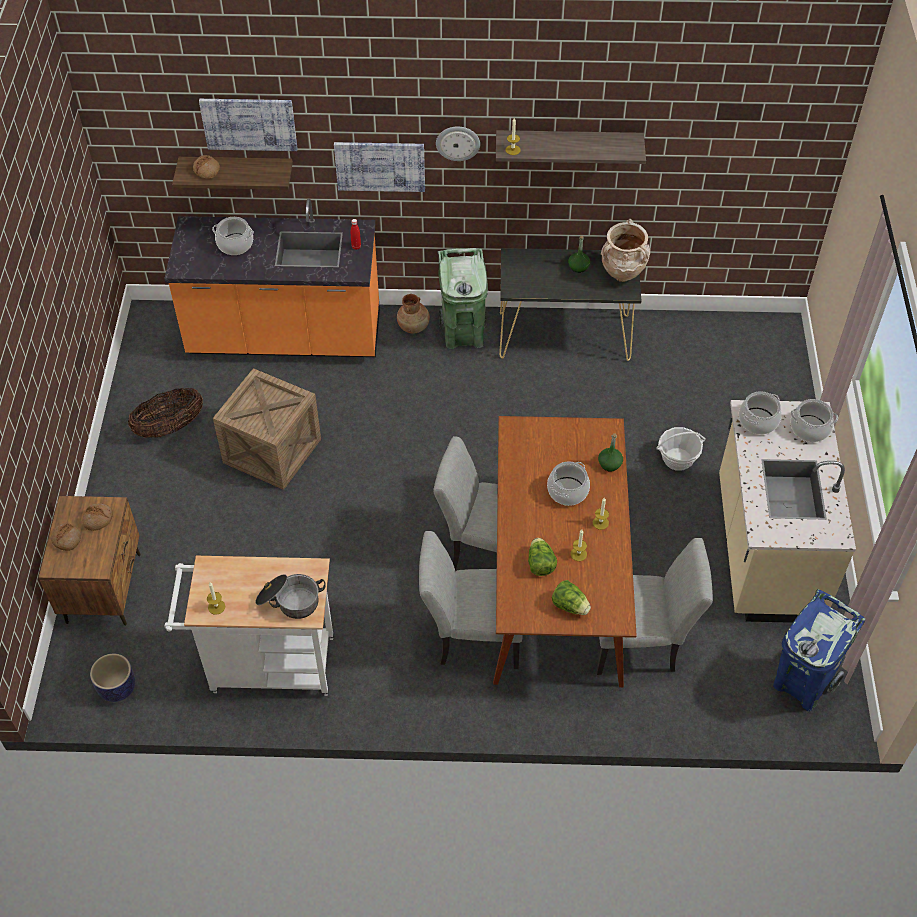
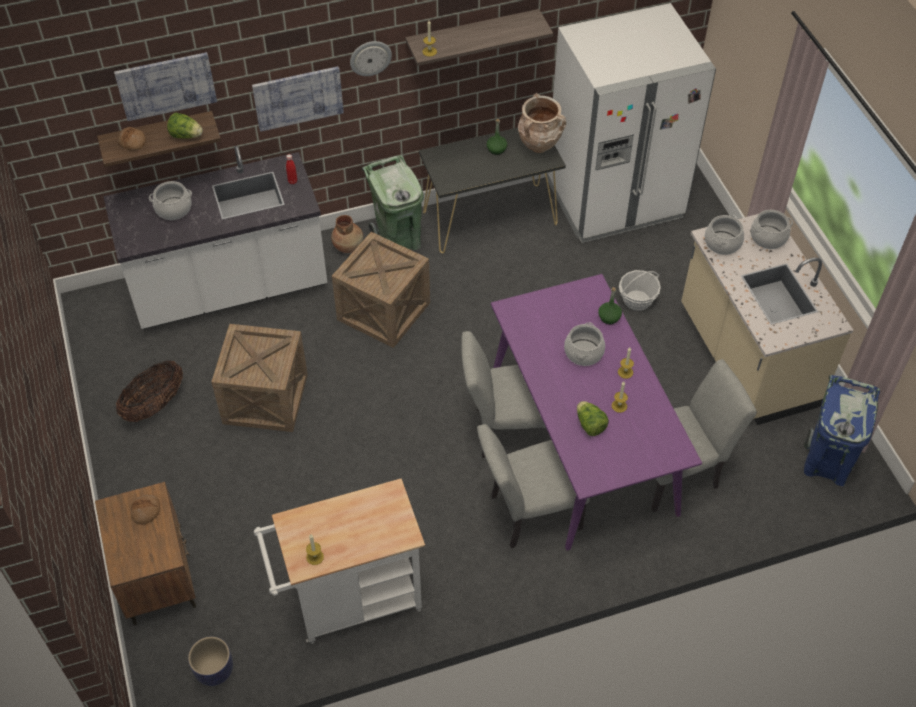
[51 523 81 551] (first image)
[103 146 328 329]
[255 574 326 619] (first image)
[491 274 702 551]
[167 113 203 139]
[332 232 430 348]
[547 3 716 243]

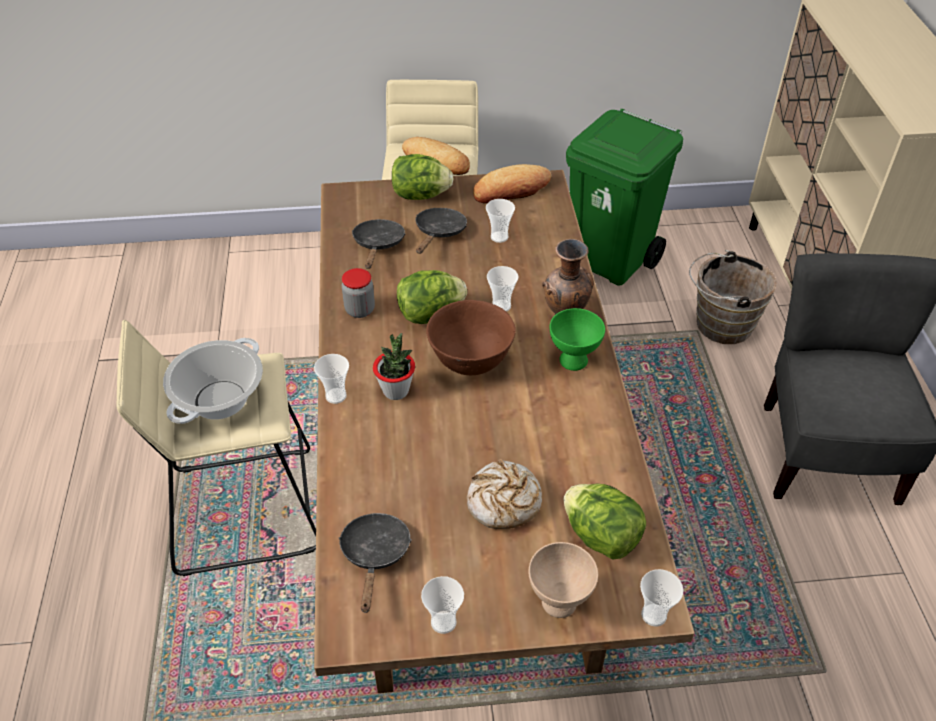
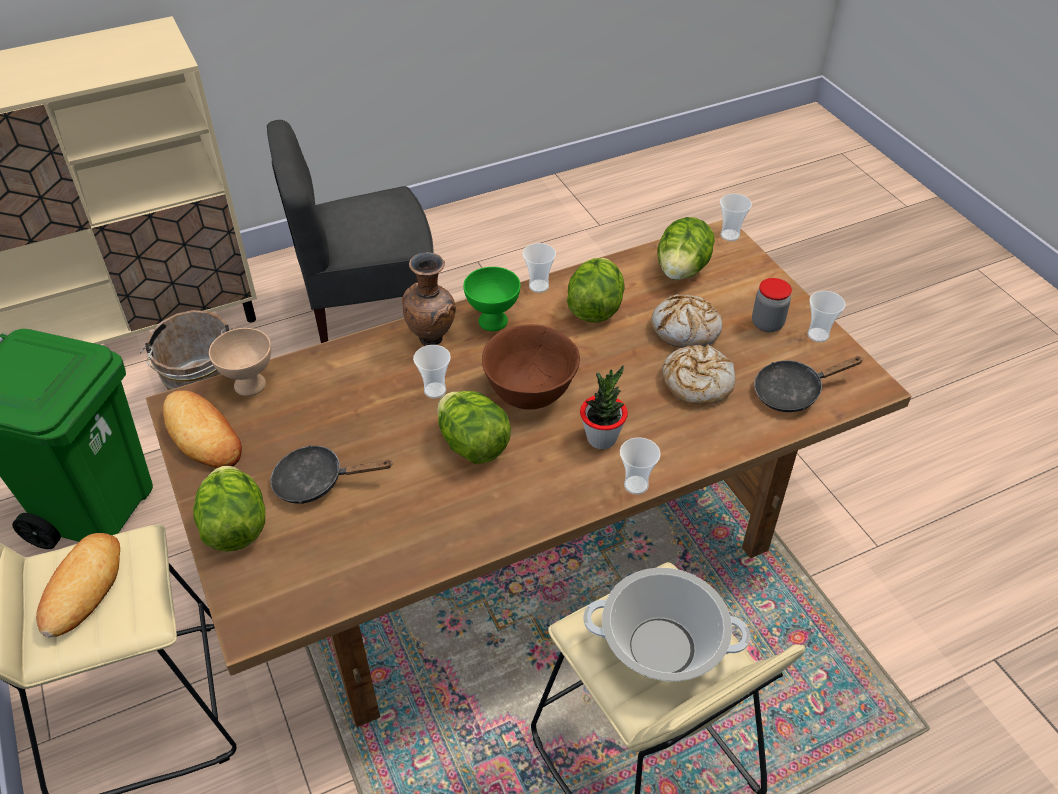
[752 278 792 332]
[352 219 406 269] (first image)
[523 243 556 293]
[209 328 271 396]
[567 258 625 322]
[662 344 736 404]

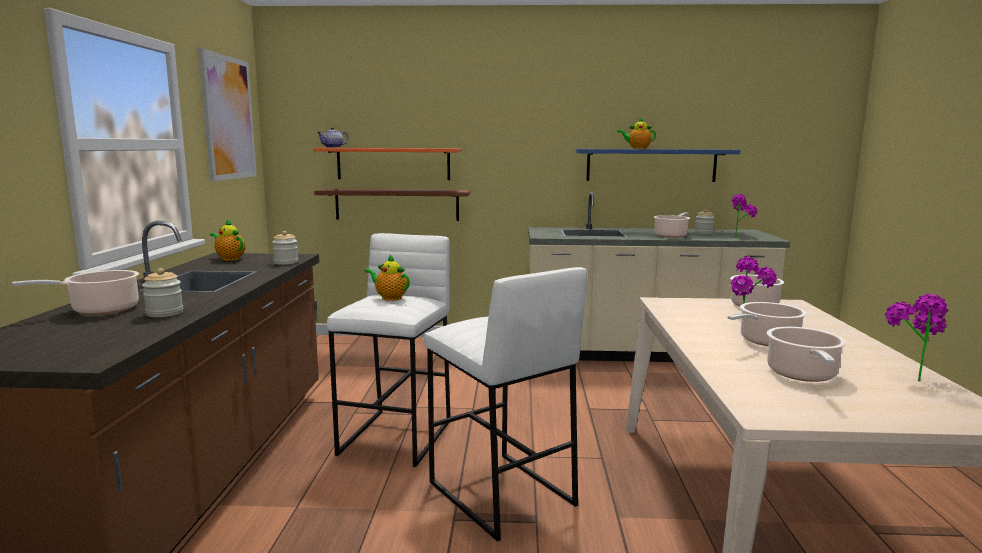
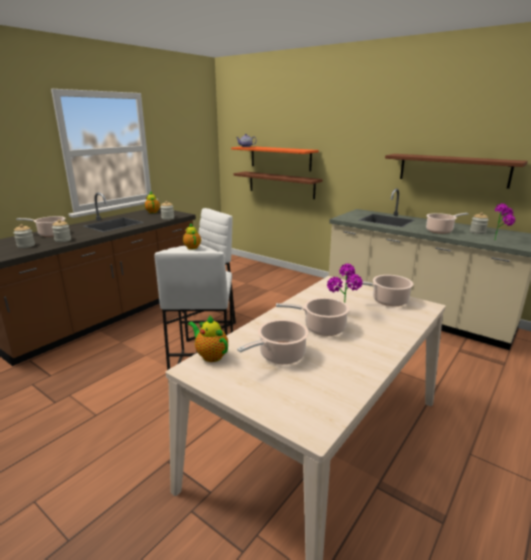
[198 48 257 181] (first image)
[385 154 528 189]
[188 315 228 362]
[885 294 948 381] (first image)
[13 224 35 248]

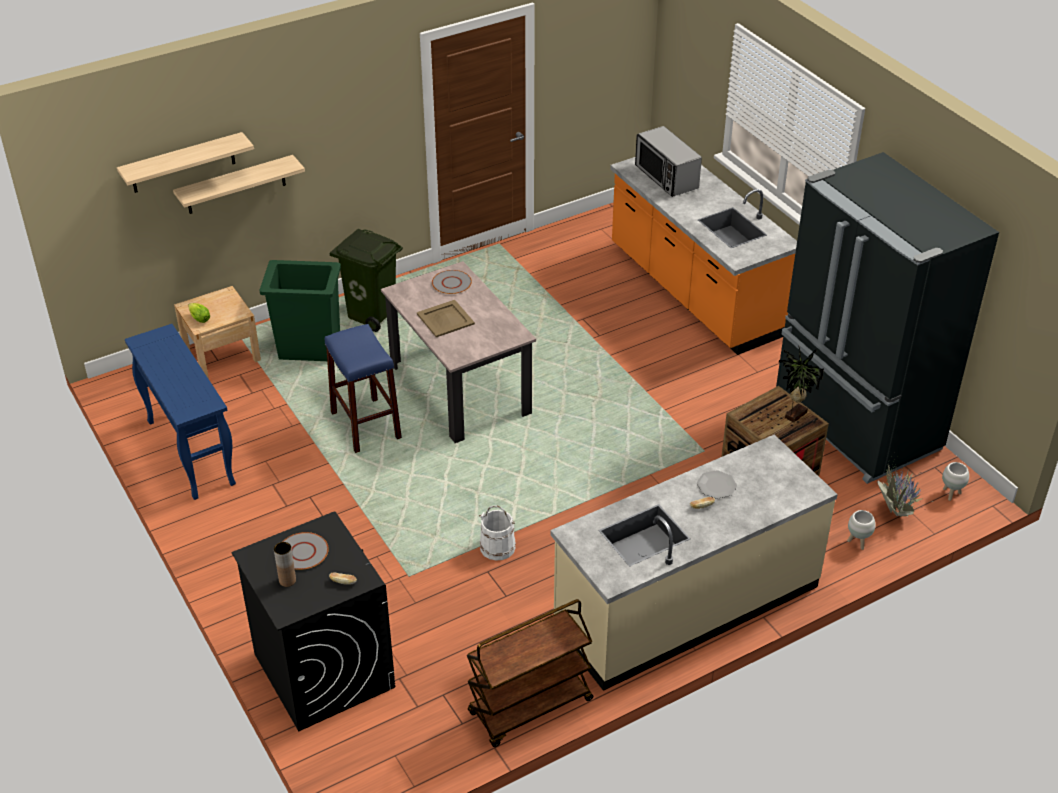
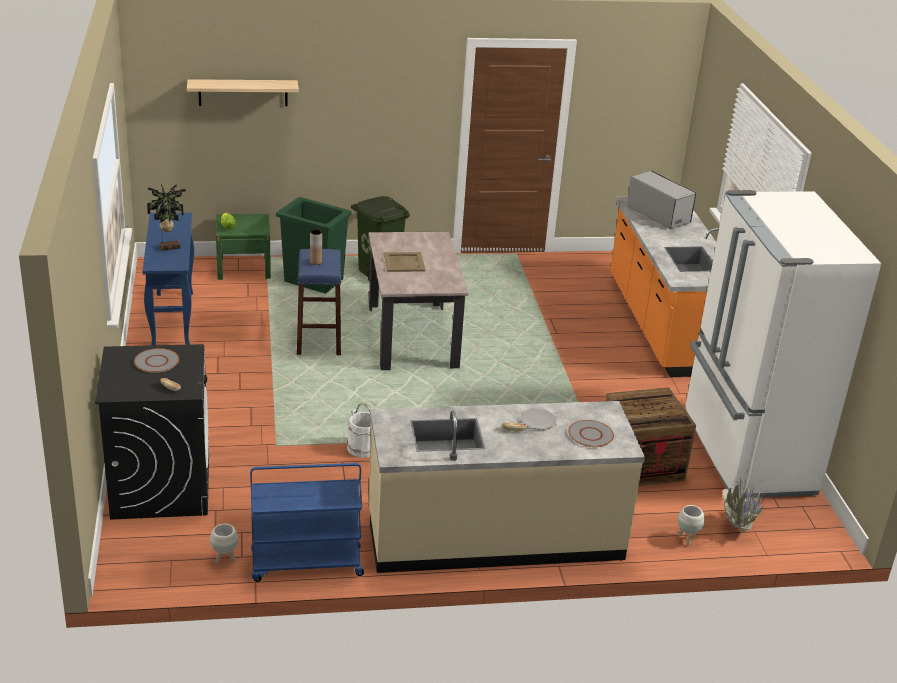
[173 155 305 214] (first image)
[216 214 271 280]
[310 229 322 265]
[568 420 614 447]
[250 463 364 582]
[627 171 696 229]
[685 190 882 498]
[147 184 186 251]
[210 524 238 565]

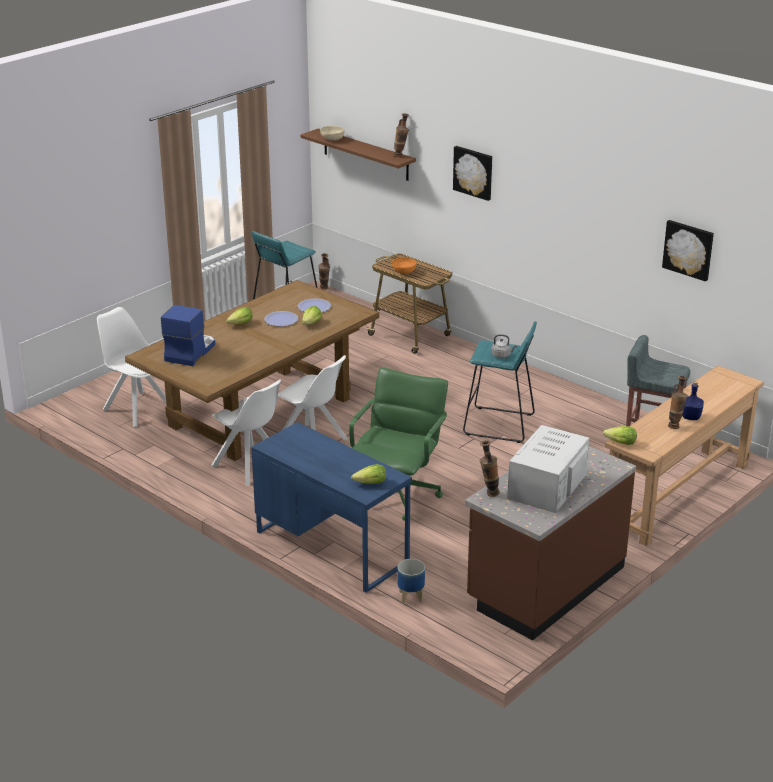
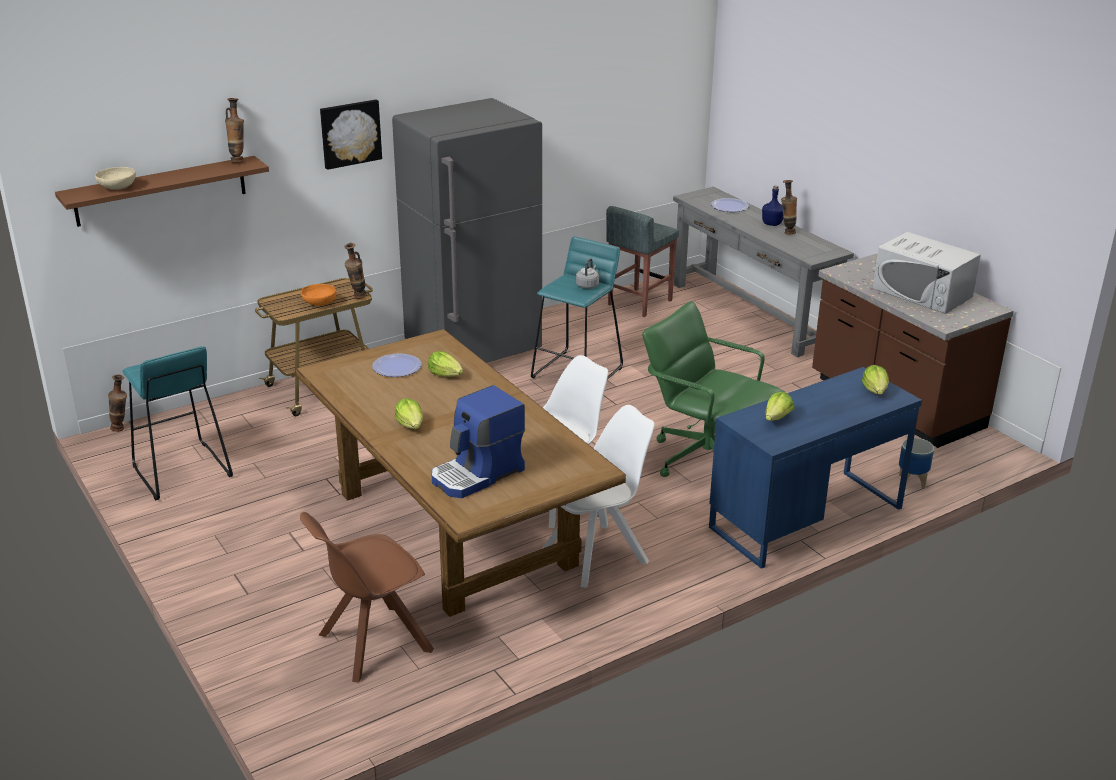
[300 512 434 682]
[432 385 525 498]
[711 198 749 212]
[344 243 367 299]
[766 392 795 421]
[673 187 854 357]
[662 220 714 281] (first image)
[392 98 542 363]

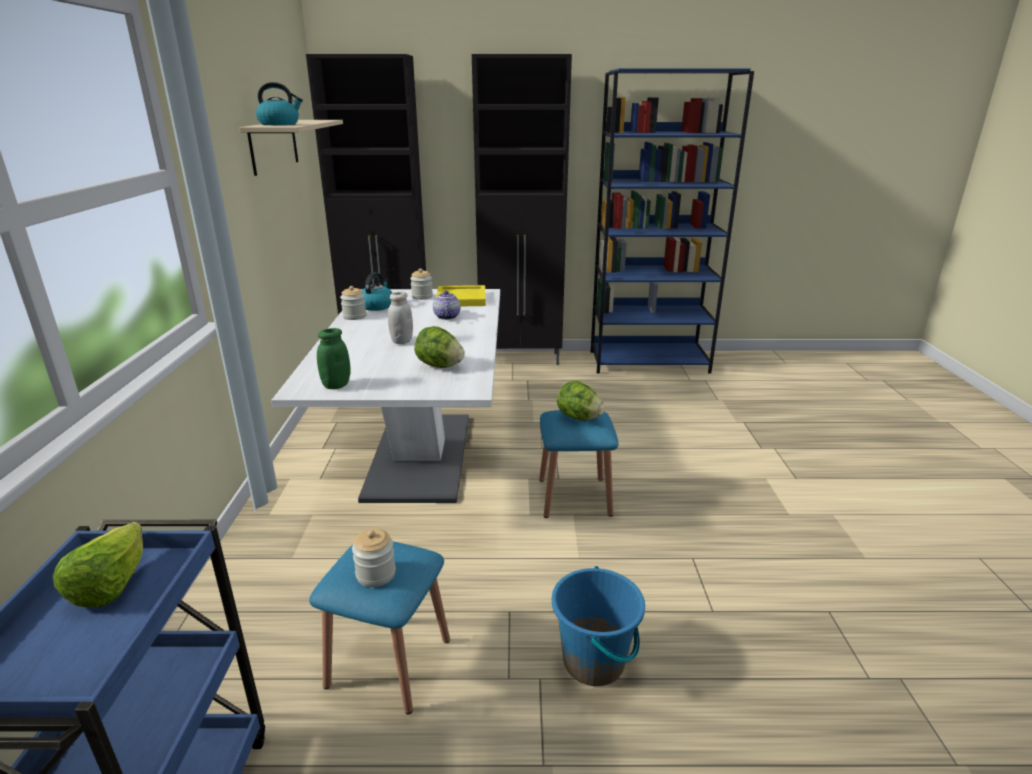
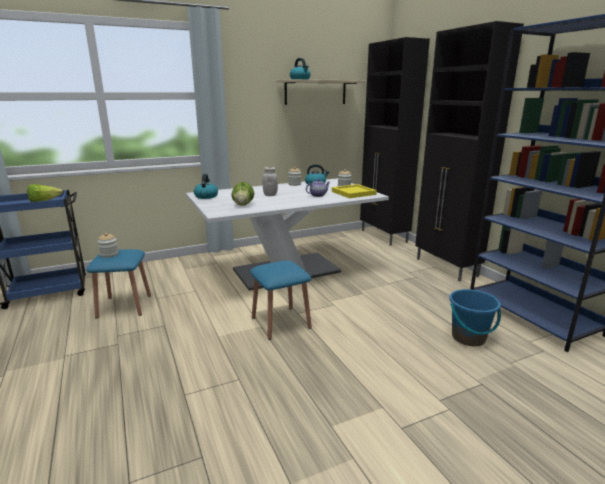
[194 174 218 199]
[449 289 501 346]
[557 381 605 421] (first image)

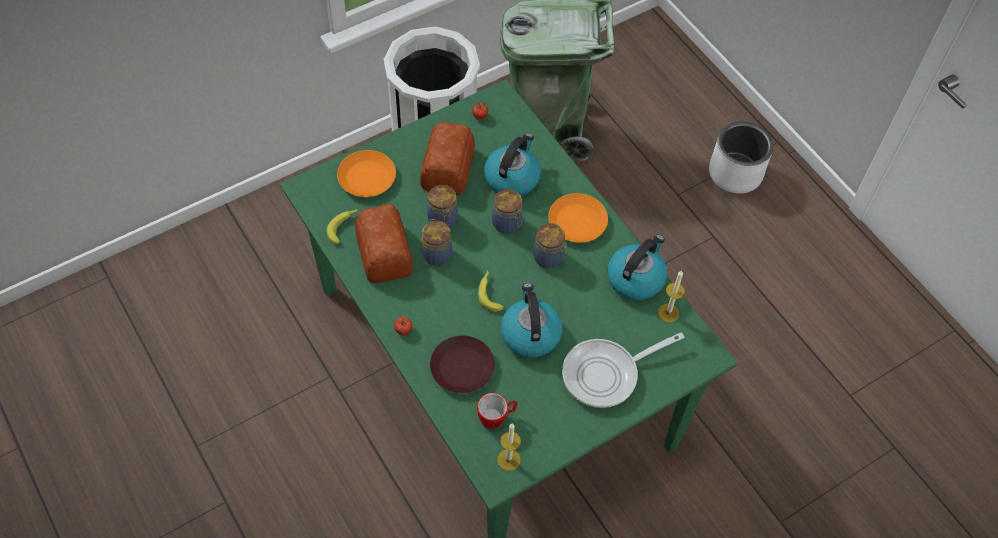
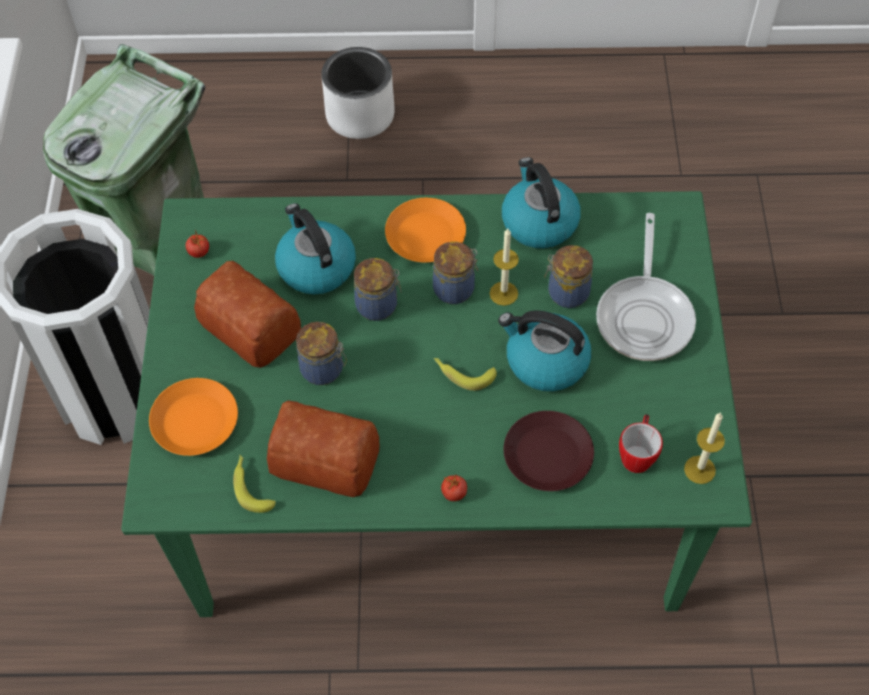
[544 245 593 308]
[490 229 519 306]

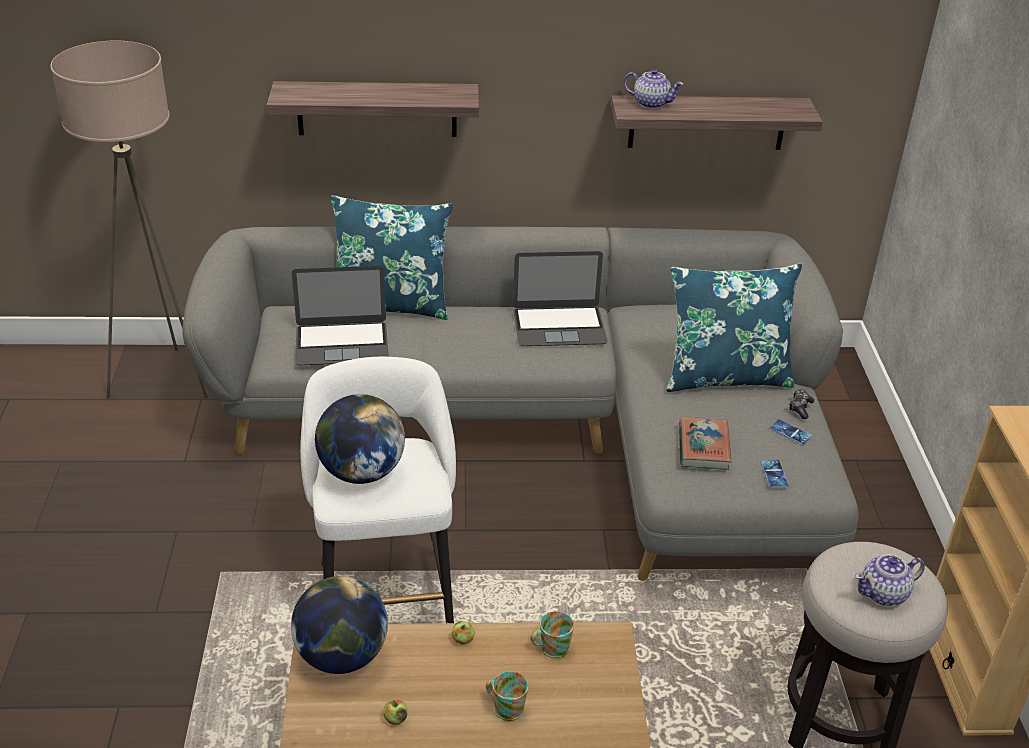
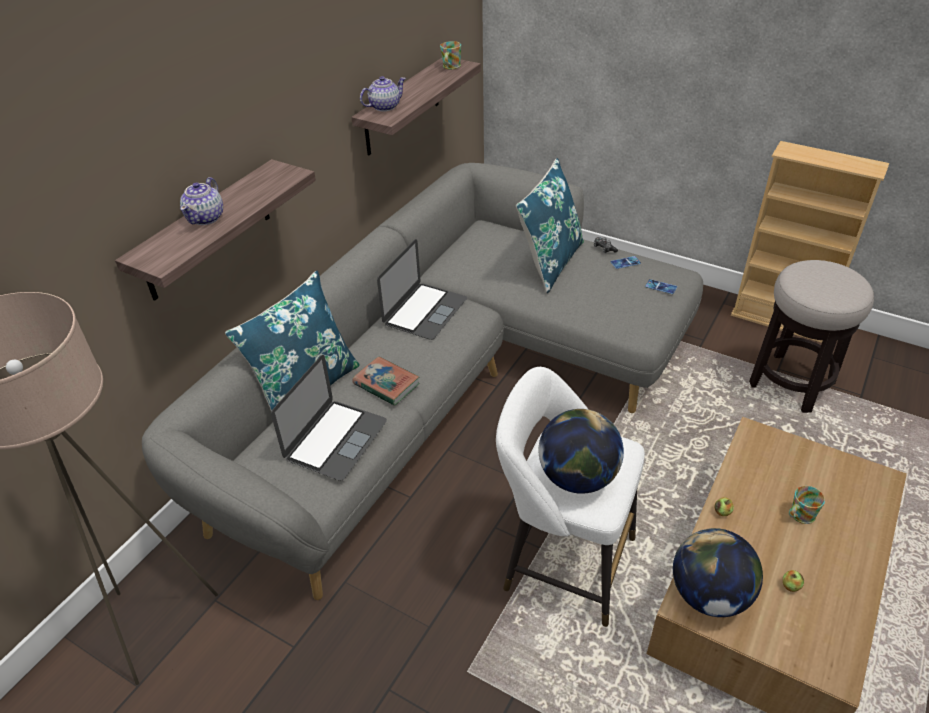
[440 41 461 69]
[352 357 419 406]
[180 177 223 225]

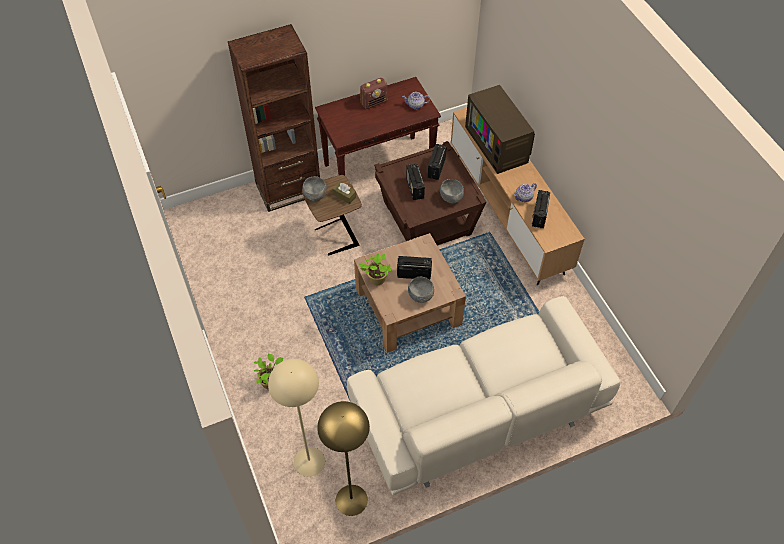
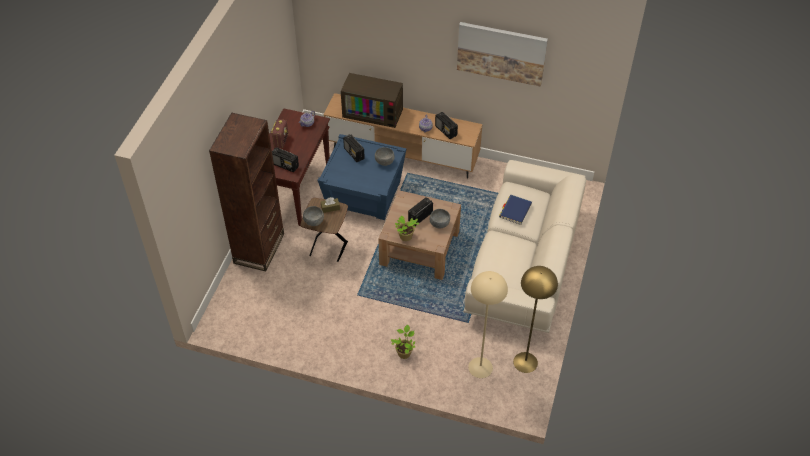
[317 134 406 220]
[272 147 299 172]
[457 22 548 87]
[499 195 532 225]

